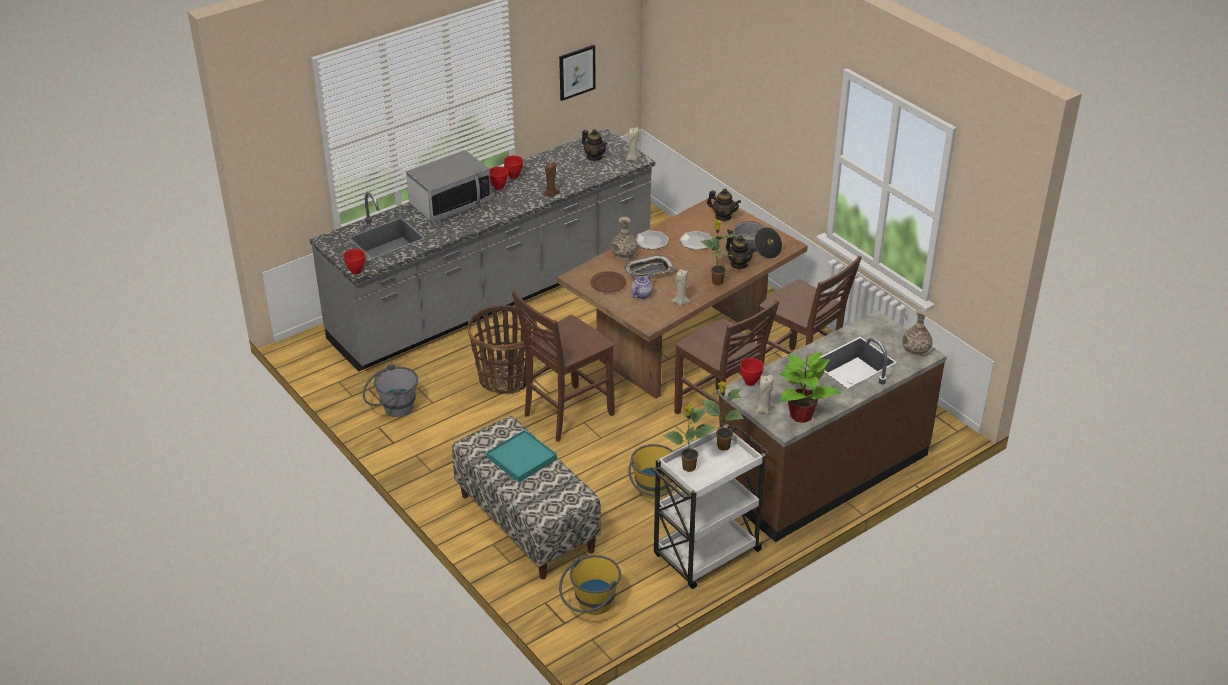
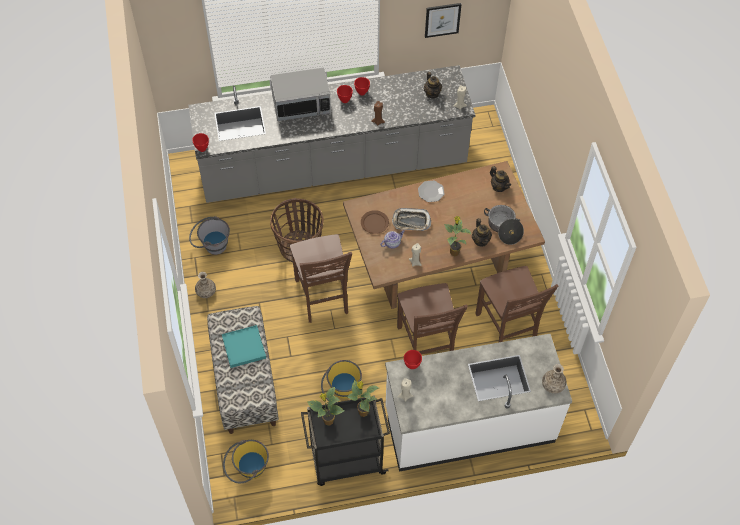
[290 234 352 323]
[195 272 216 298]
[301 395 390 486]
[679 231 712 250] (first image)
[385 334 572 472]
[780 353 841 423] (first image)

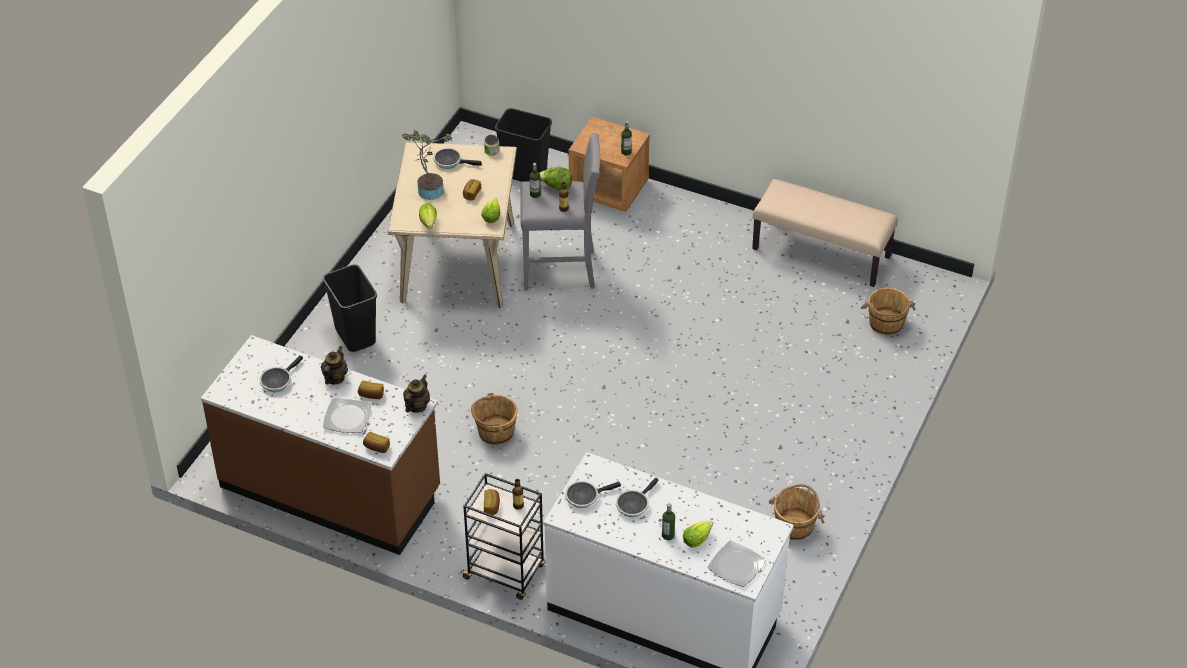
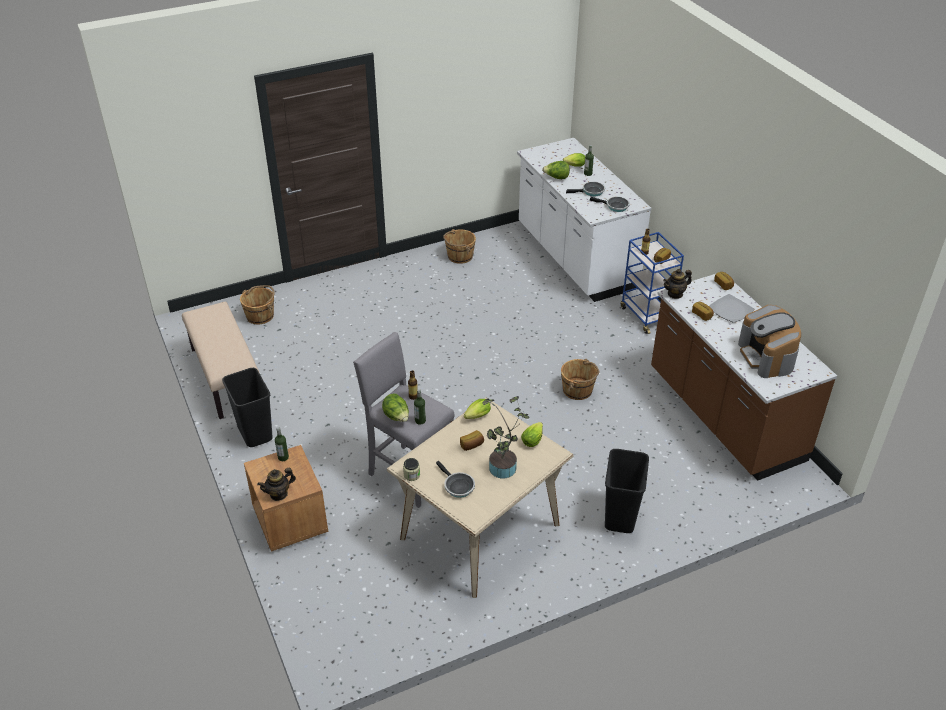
[738 305 801 378]
[257 468 296 501]
[620 232 684 334]
[222 368 273 447]
[708 540 766 587] (first image)
[542 161 570 179]

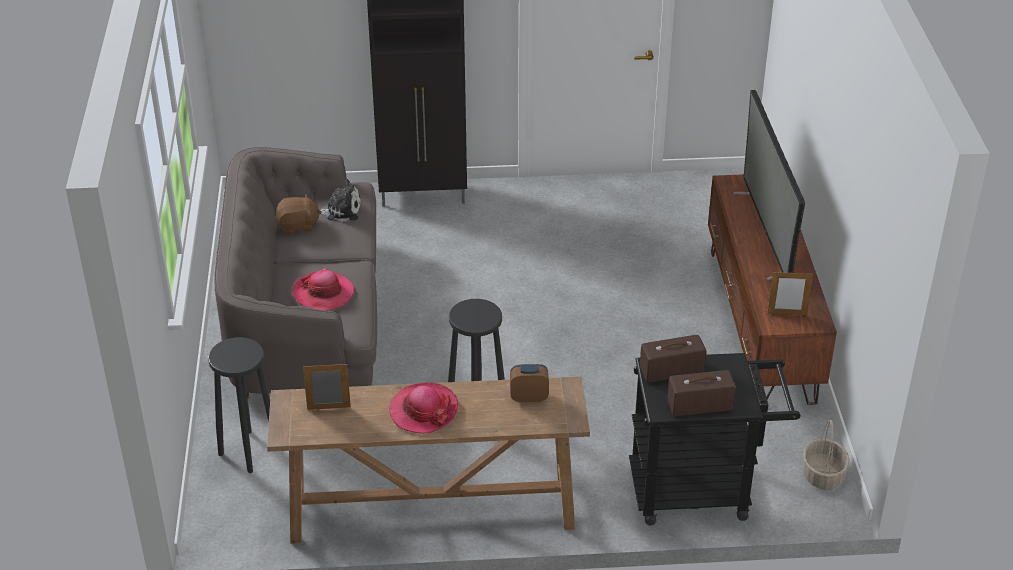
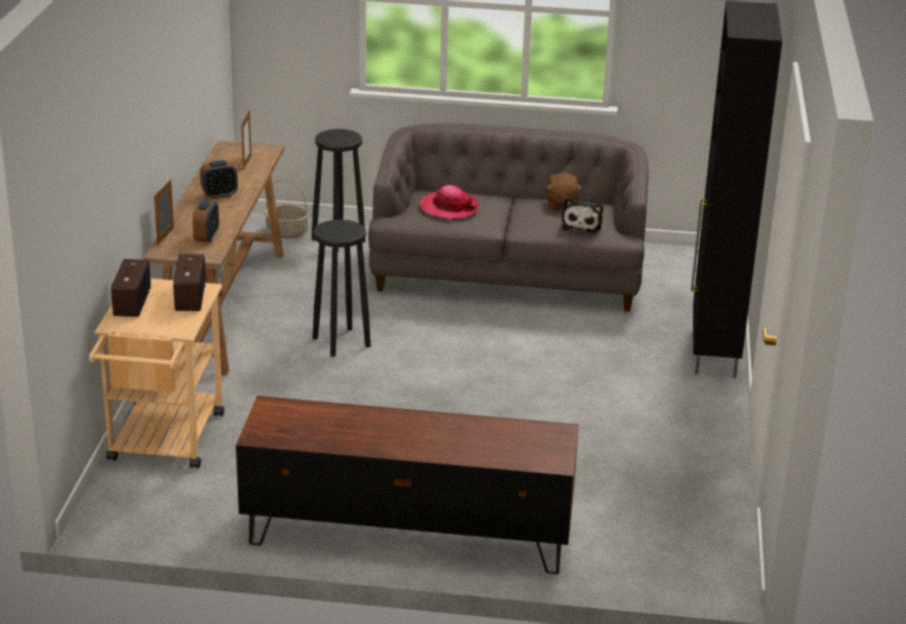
[200 160 238 199]
[89 278 224 468]
[733 90 805 280] (first image)
[154 180 174 245]
[264 179 309 239]

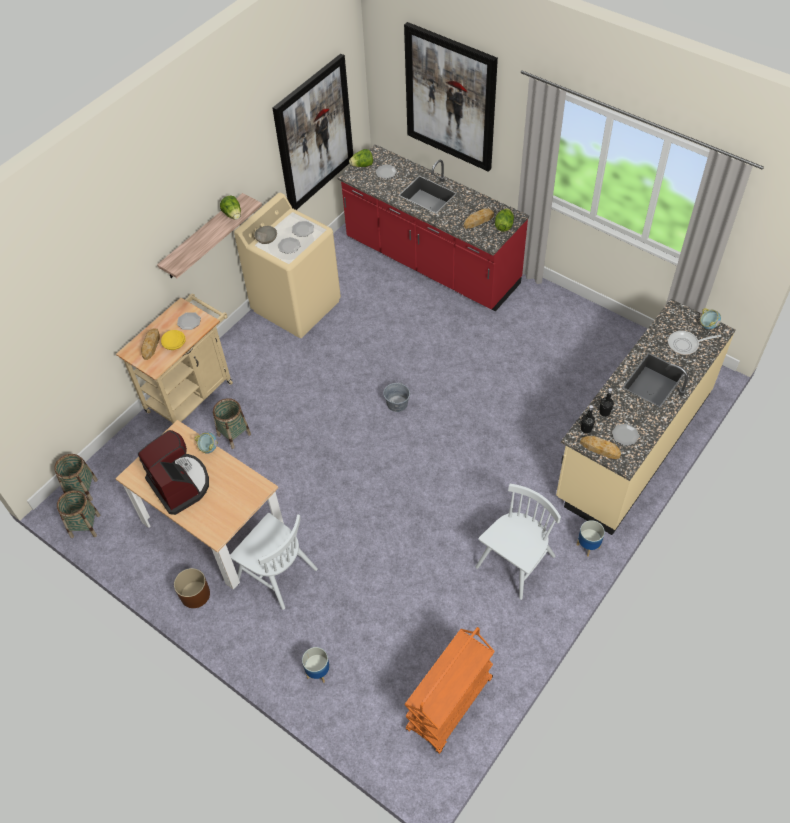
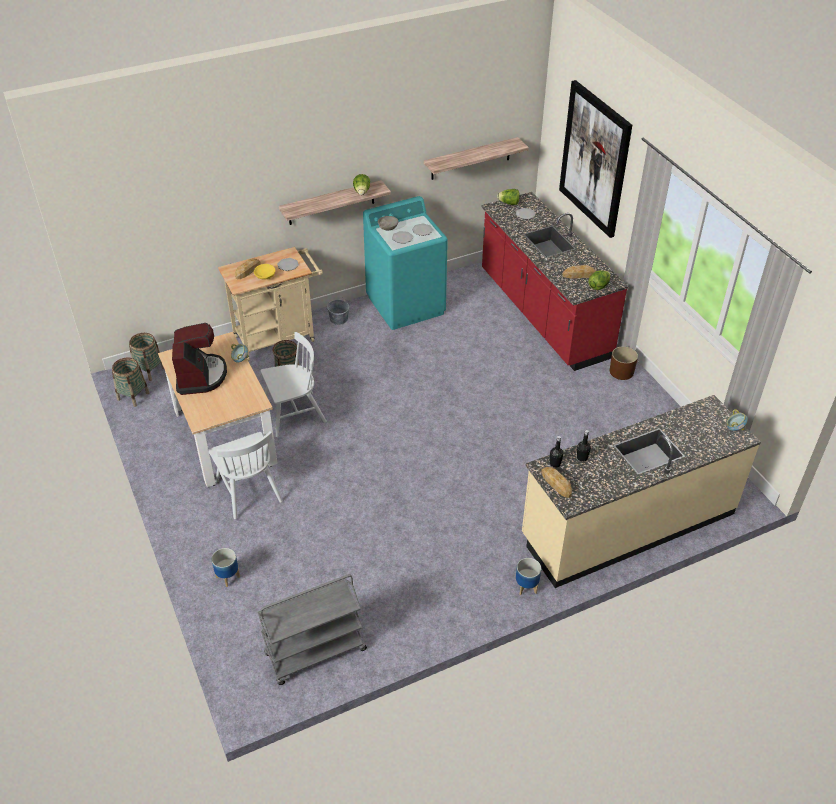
[610 346 638 380]
[363 196 448 330]
[424 137 529 180]
[327 298 349 325]
[257 574 367 685]
[260 332 327 437]
[612 424 639 446] (first image)
[668 331 721 355] (first image)

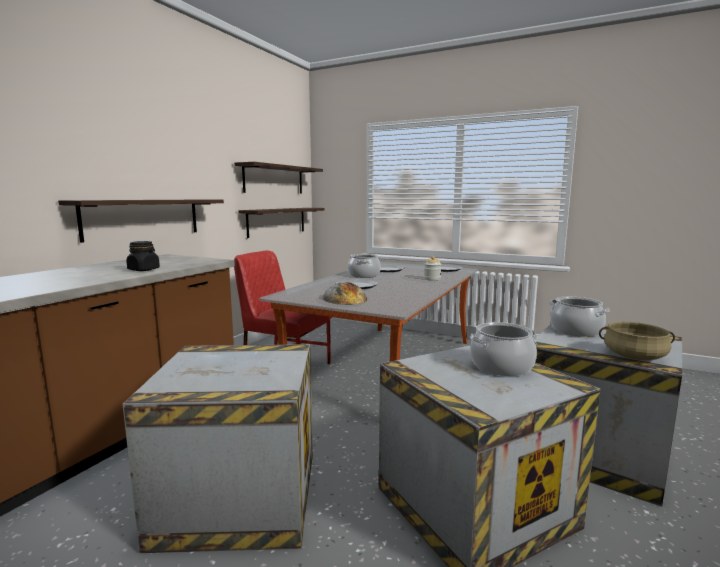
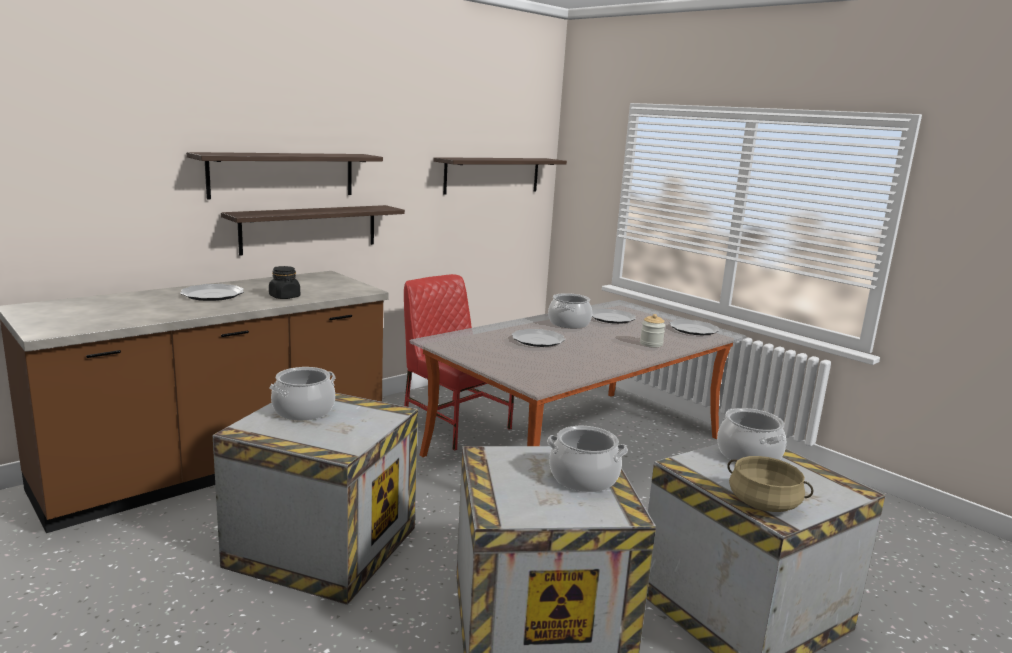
[186 152 383 199]
[323 282 367 304] (first image)
[180 284 244 301]
[270 367 336 421]

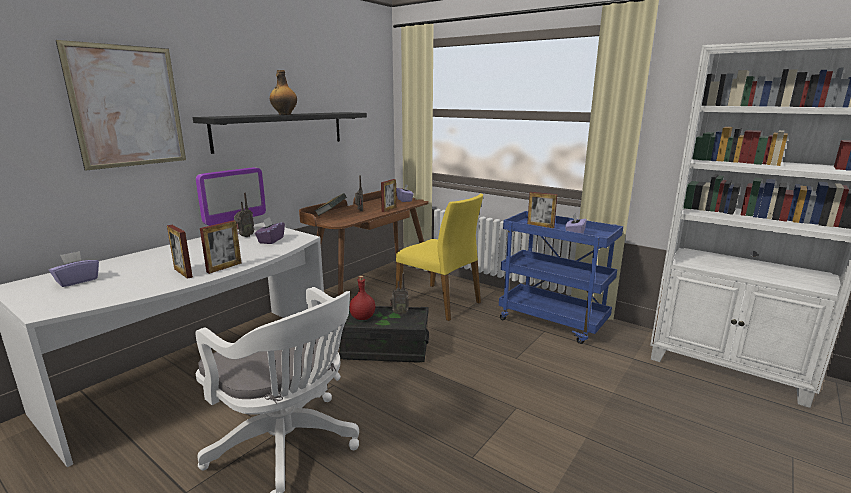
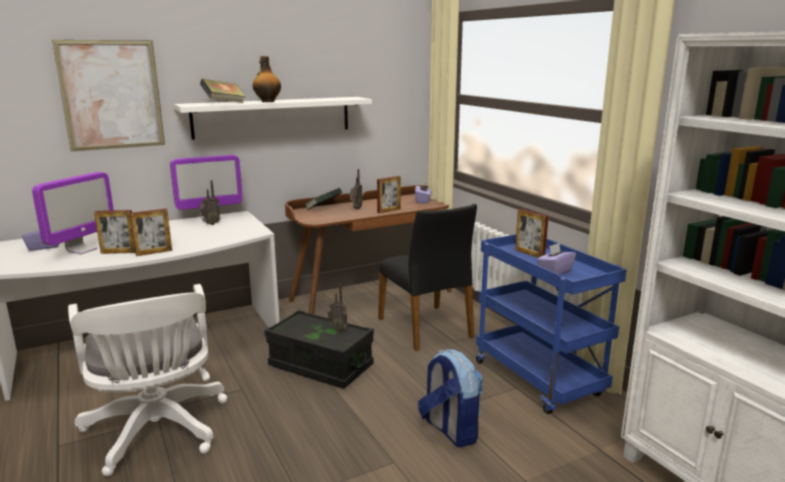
[94 210 135 254]
[174 97 372 140]
[255 217 285 244] (first image)
[349 276 375 320] (first image)
[378 204 477 351]
[32 172 114 254]
[200 79 246 103]
[418 349 483 447]

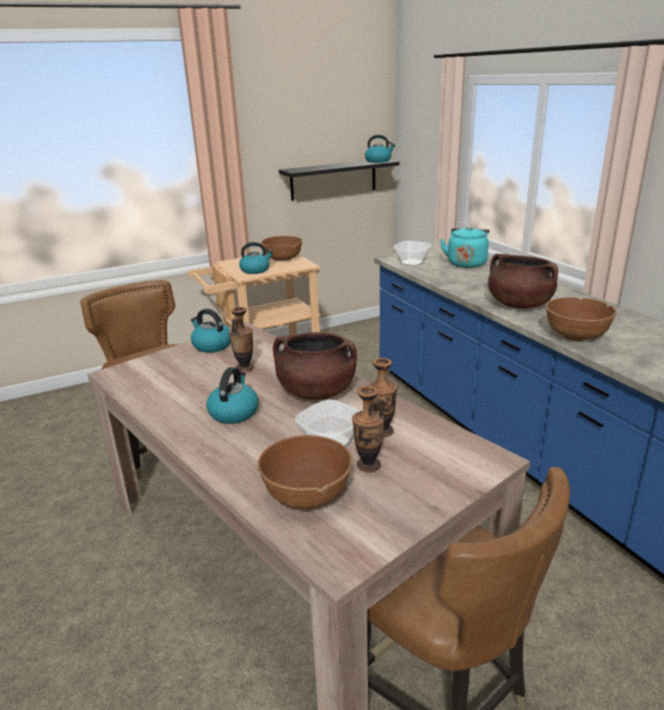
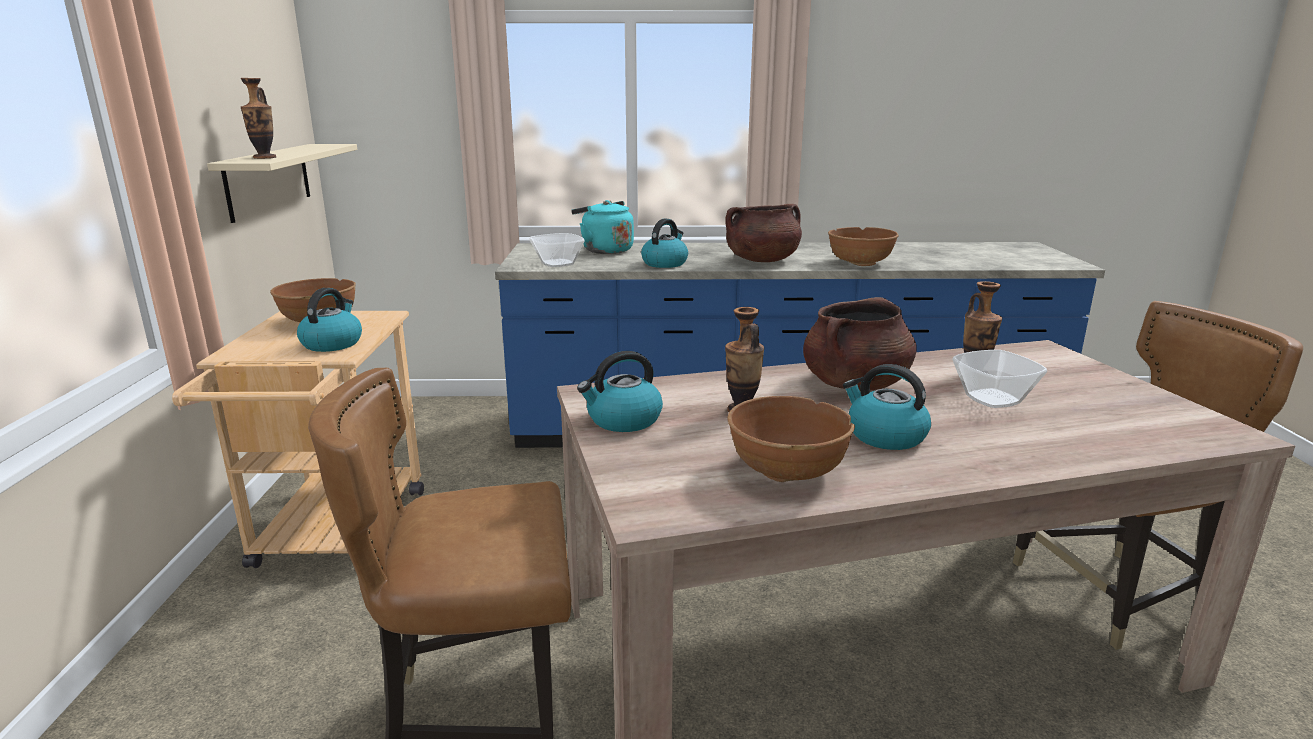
[727 396 855 482]
[207 144 357 223]
[241 78 276 159]
[641 218 688 268]

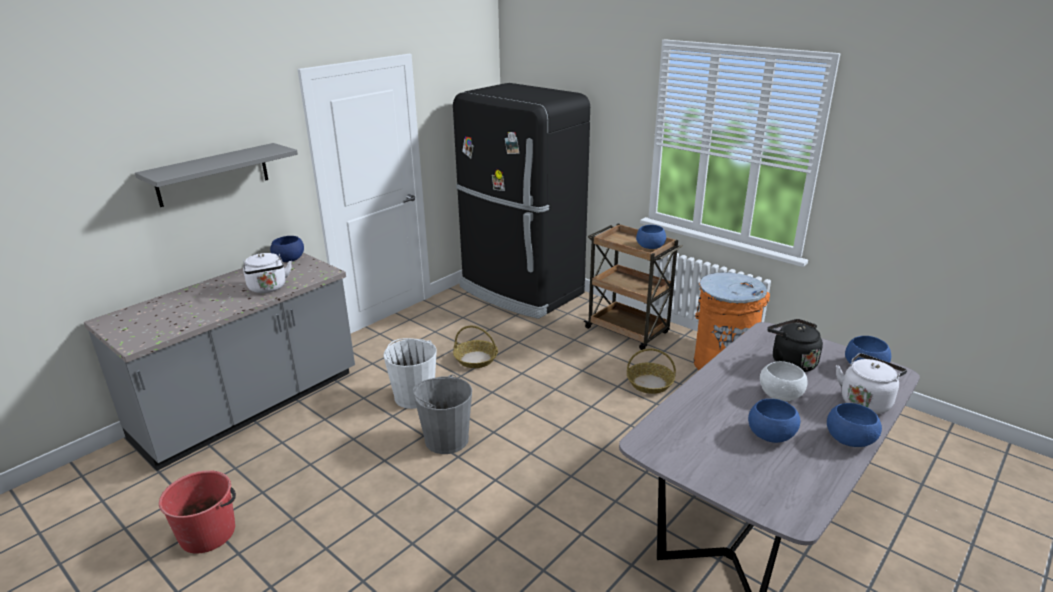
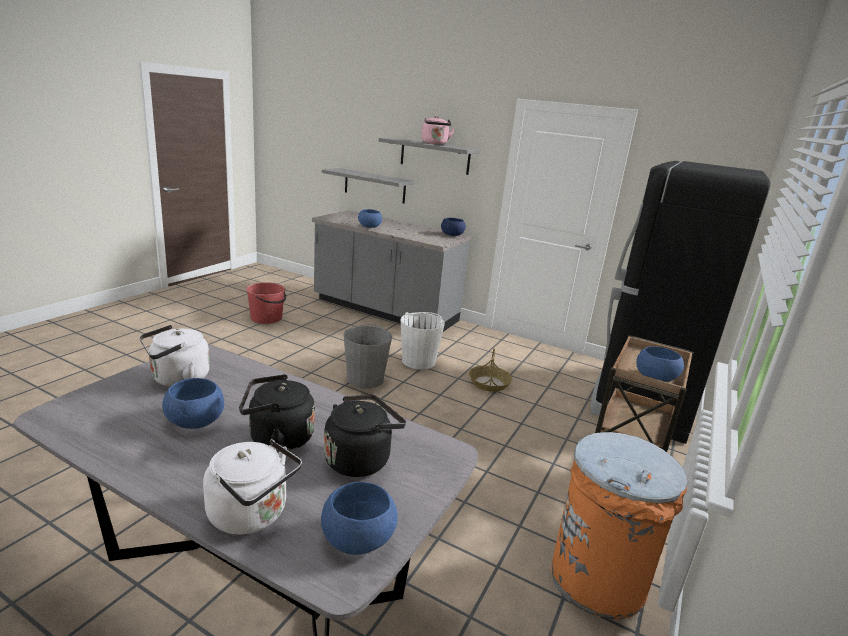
[139 325 210 387]
[627 348 676 394] (first image)
[239 374 315 452]
[358 209 382 228]
[322 168 414 204]
[421 116 454 145]

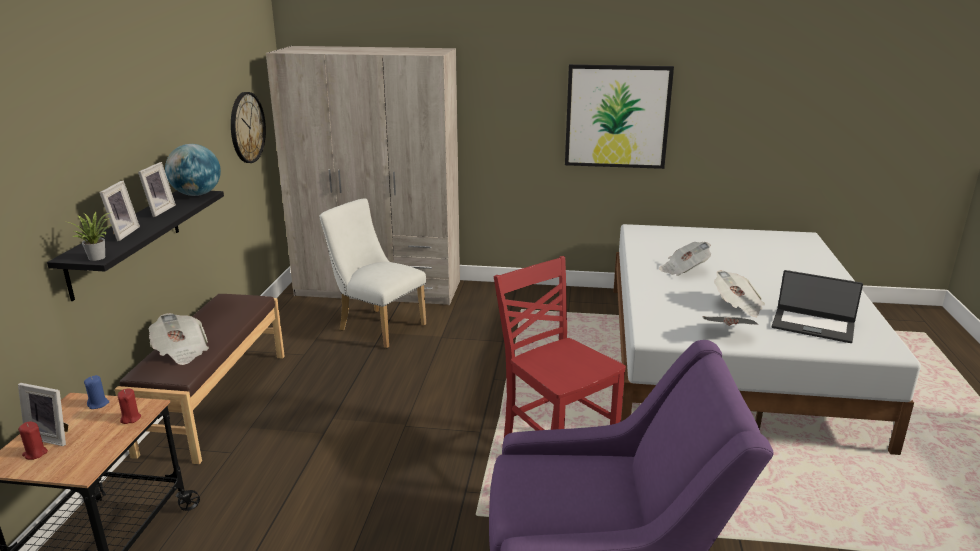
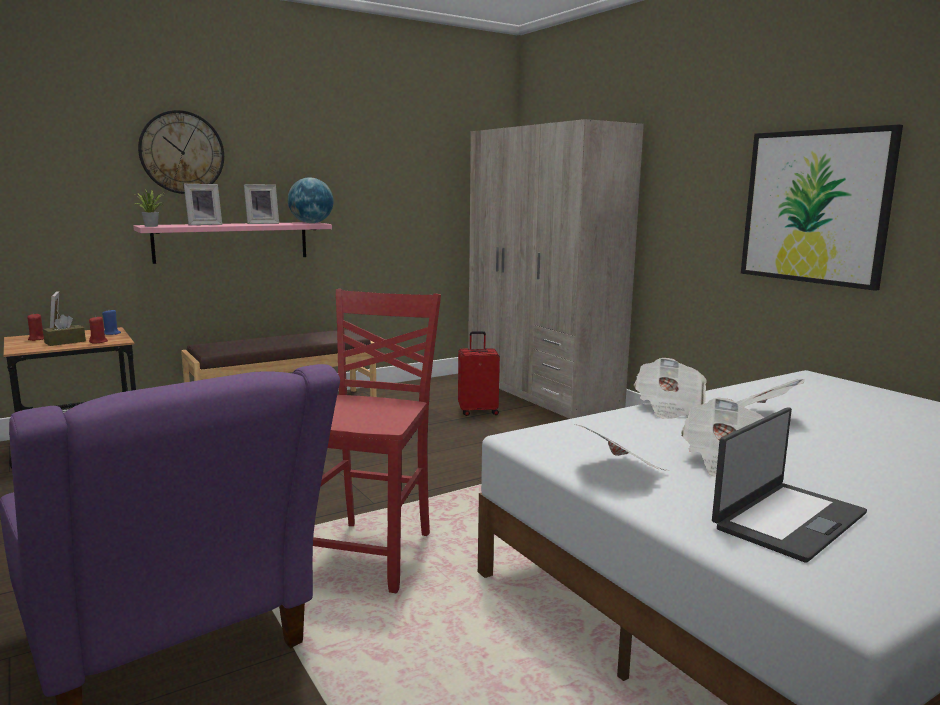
[133 222 332 264]
[634 358 707 419]
[138 110 224 194]
[458 331 500 416]
[712 407 867 563]
[43 314 86 346]

